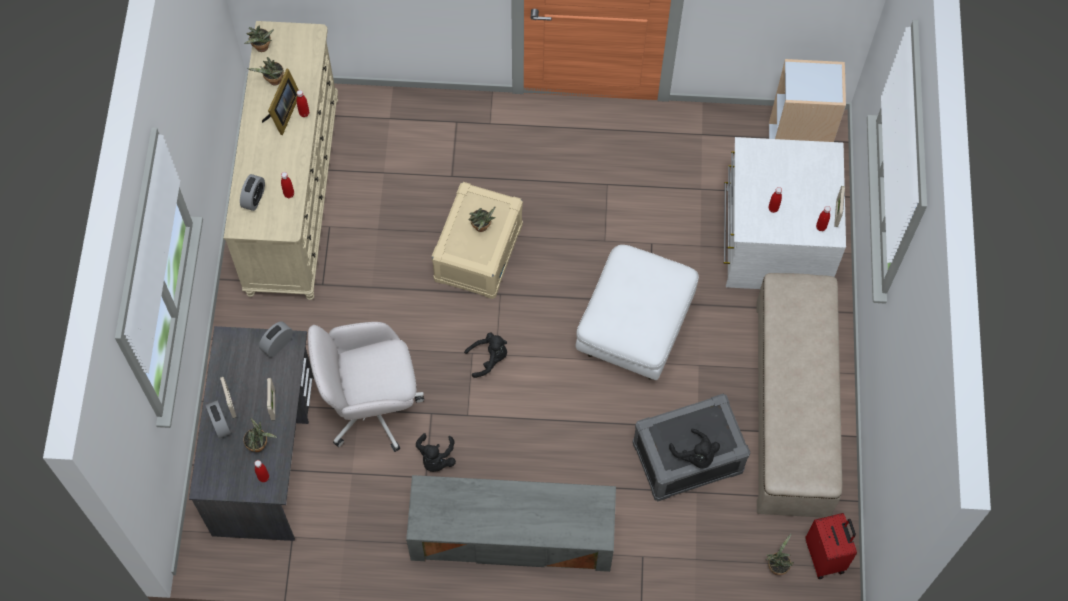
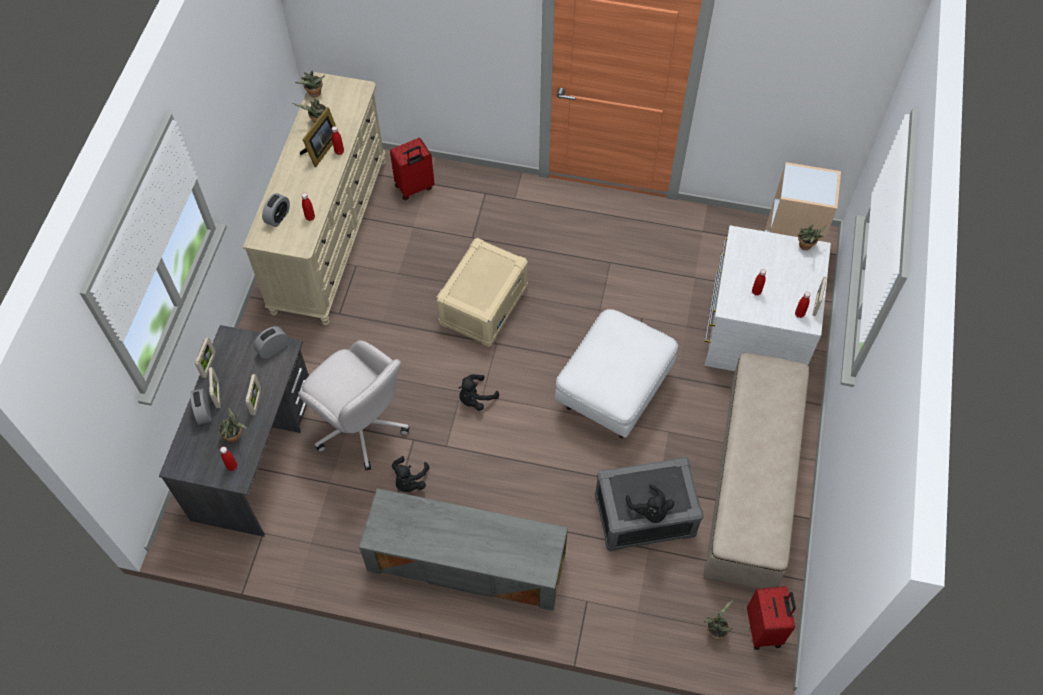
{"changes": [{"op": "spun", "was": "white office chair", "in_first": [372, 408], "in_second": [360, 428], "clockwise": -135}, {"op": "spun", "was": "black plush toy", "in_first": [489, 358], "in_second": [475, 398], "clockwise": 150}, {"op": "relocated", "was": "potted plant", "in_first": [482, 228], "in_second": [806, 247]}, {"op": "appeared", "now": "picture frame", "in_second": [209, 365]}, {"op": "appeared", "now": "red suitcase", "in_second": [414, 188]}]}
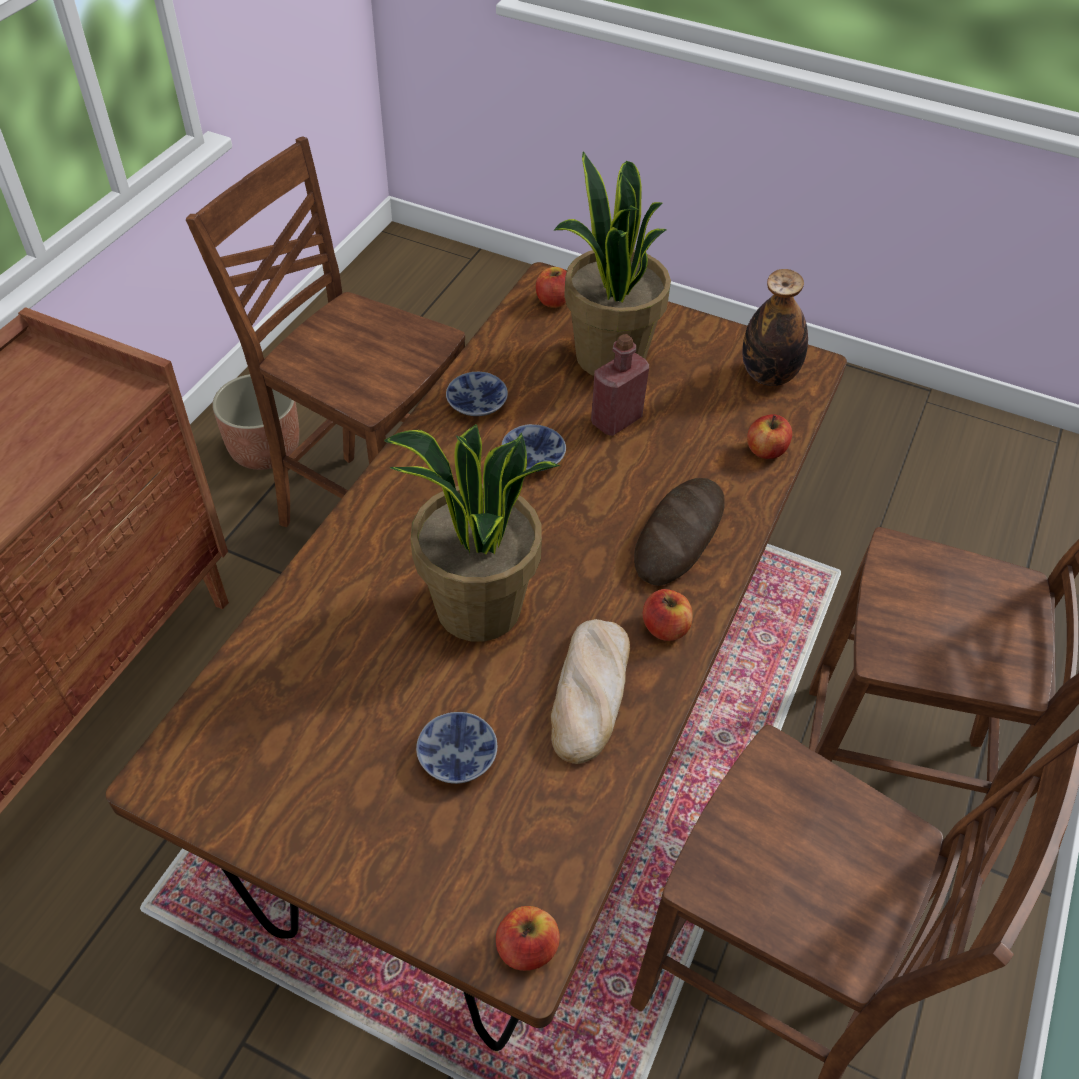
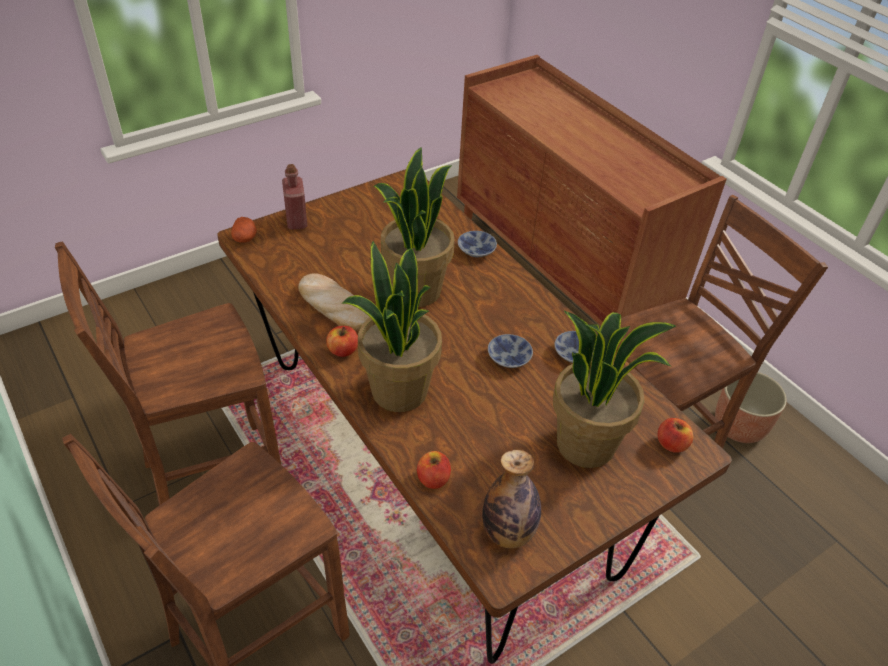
{"changes": [{"op": "relocated", "was": "bowl", "in_first": [460, 756], "in_second": [475, 251]}, {"op": "exchanged", "was": "apple", "now": "potato", "in_first": [526, 948], "in_second": [245, 238]}, {"op": "relocated", "was": "red bottle", "in_first": [616, 420], "in_second": [296, 221]}, {"op": "exchanged", "was": "bread", "now": "potted plant", "in_first": [679, 536], "in_second": [398, 391]}]}
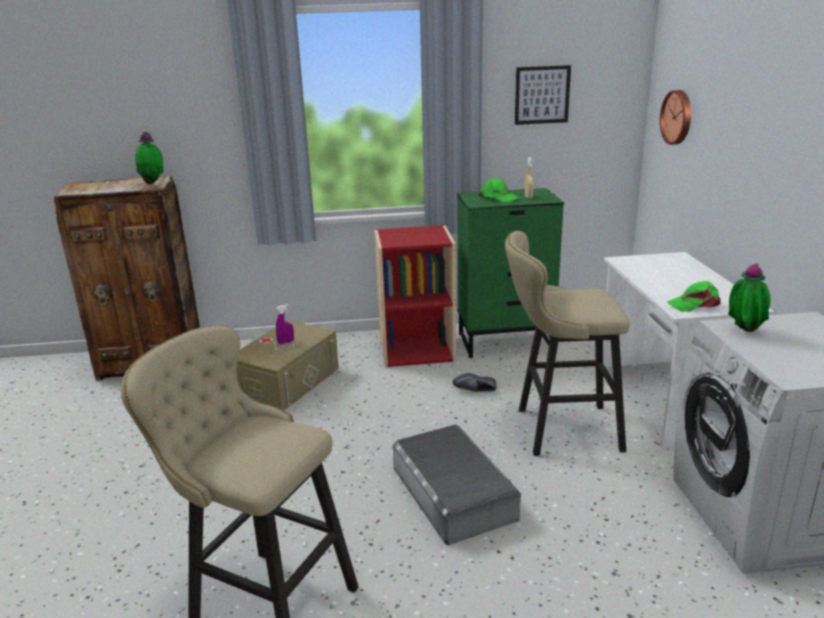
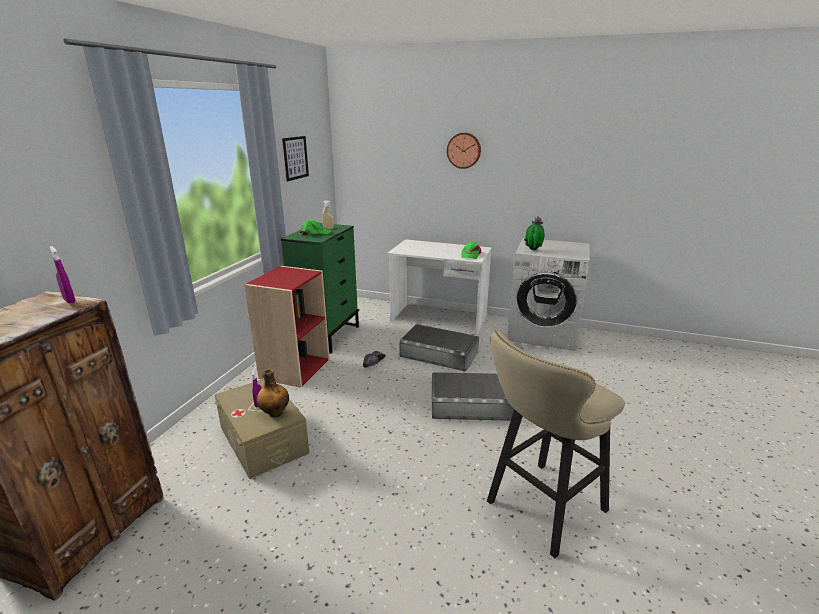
{"changes": [{"op": "exchanged", "was": "potted plant", "now": "purple spray bottle", "in_first": [153, 183], "in_second": [69, 301]}, {"op": "exchanged", "was": "beige stool", "now": "grey storage box", "in_first": [555, 430], "in_second": [439, 354]}, {"op": "relocated", "was": "wall clock", "in_first": [678, 117], "in_second": [464, 150]}, {"op": "appeared", "now": "bottle", "in_second": [275, 413]}]}
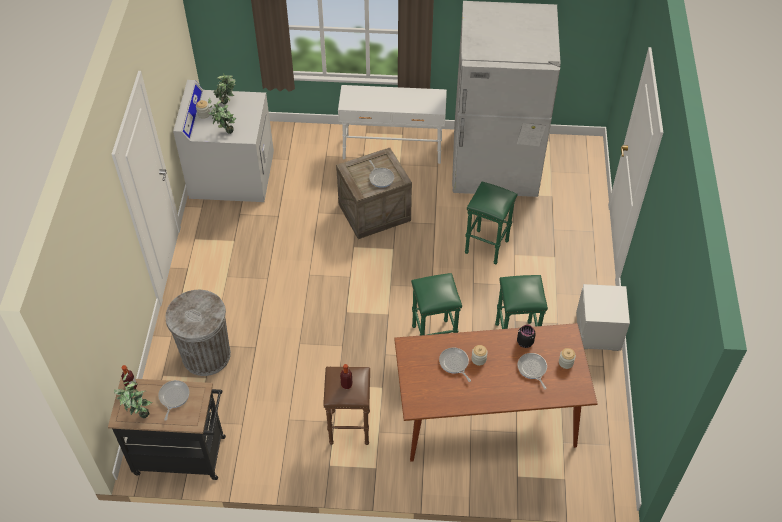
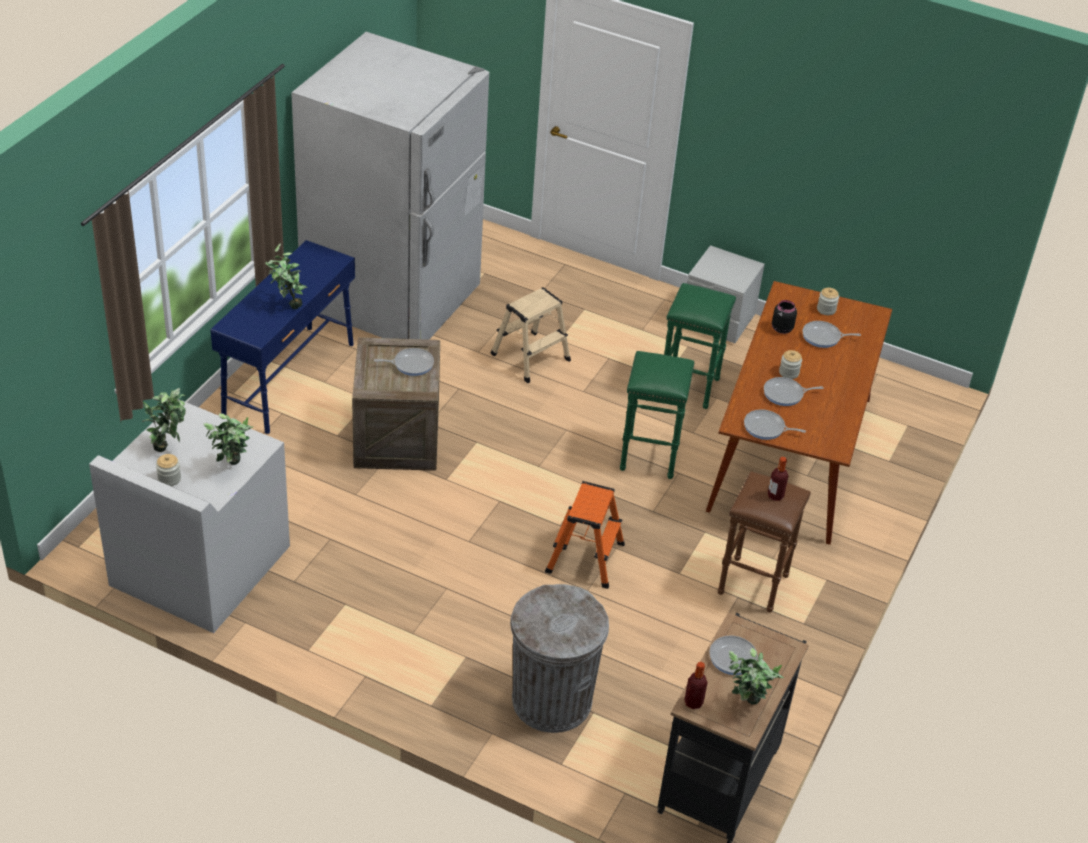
{"changes": [{"op": "colour", "was": "white console table", "now": "blue console table", "in_first": [392, 150], "in_second": [290, 379]}, {"op": "exchanged", "was": "green stool", "now": "beige step ladder", "in_first": [487, 246], "in_second": [530, 356]}, {"op": "appeared", "now": "potted plant", "in_second": [288, 305]}, {"op": "appeared", "now": "orange step ladder", "in_second": [585, 557]}, {"op": "appeared", "now": "frying pan", "in_second": [766, 428]}]}
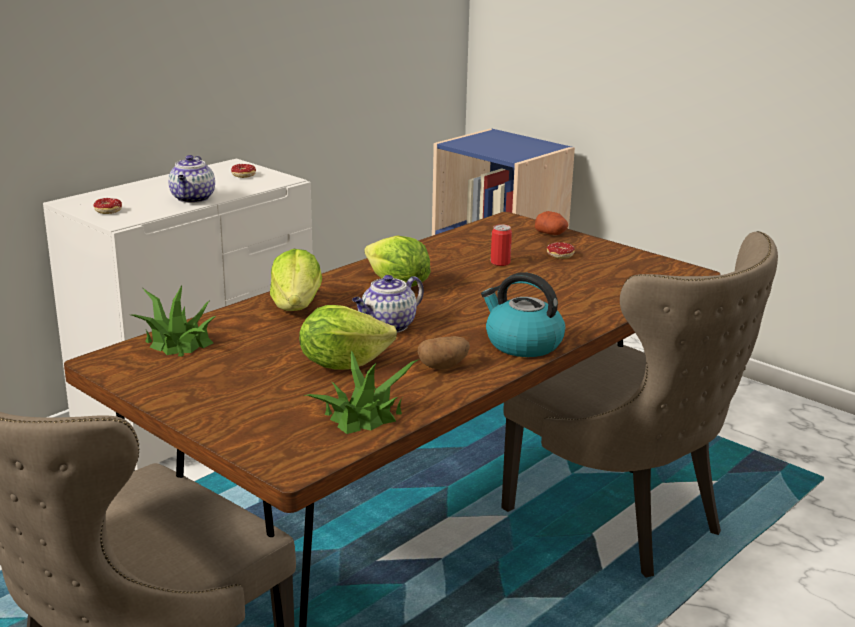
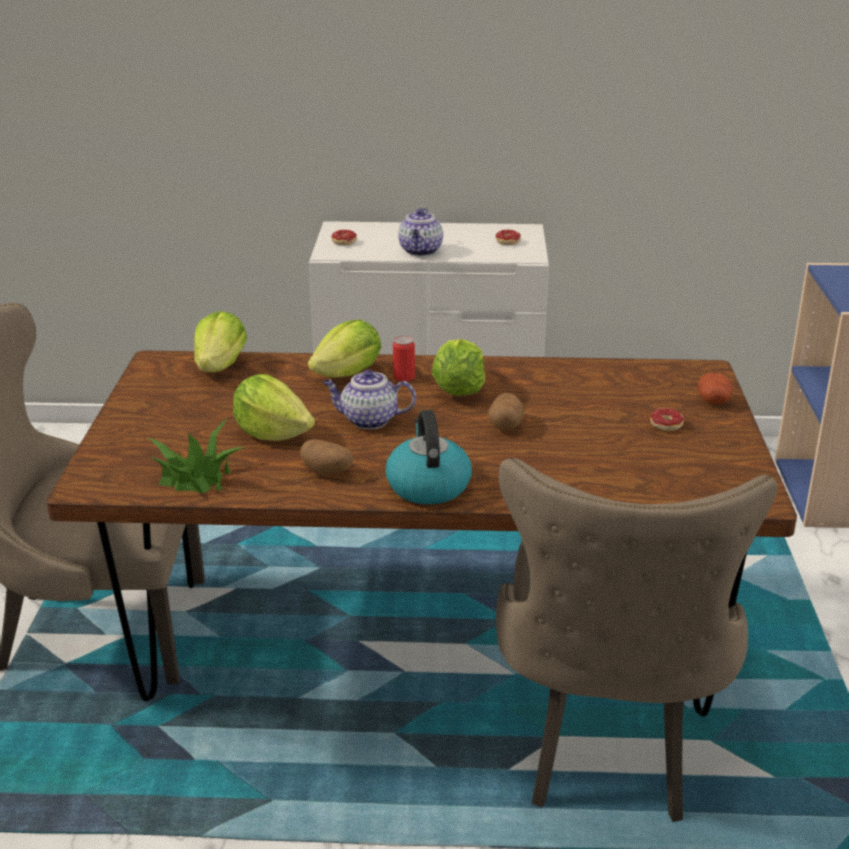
{"changes": [{"op": "exchanged", "was": "potted plant", "now": "lettuce", "in_first": [178, 342], "in_second": [220, 367]}, {"op": "spun", "was": "teapot", "in_first": [193, 199], "in_second": [421, 251], "clockwise": -45}, {"op": "relocated", "was": "can", "in_first": [500, 262], "in_second": [404, 377]}, {"op": "appeared", "now": "potato", "in_second": [505, 425]}]}
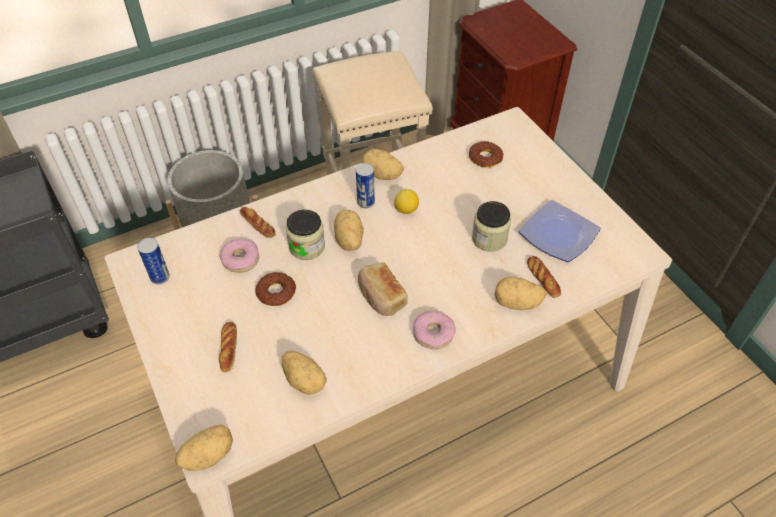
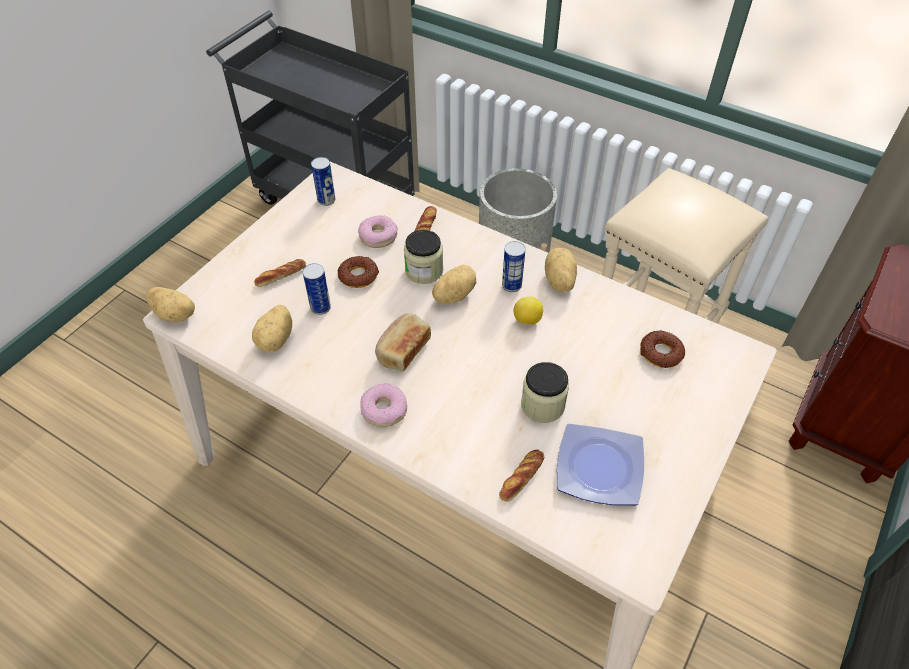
{"changes": [{"op": "missing", "was": "potato", "in_first": [517, 303]}, {"op": "appeared", "now": "can", "in_second": [320, 308]}]}
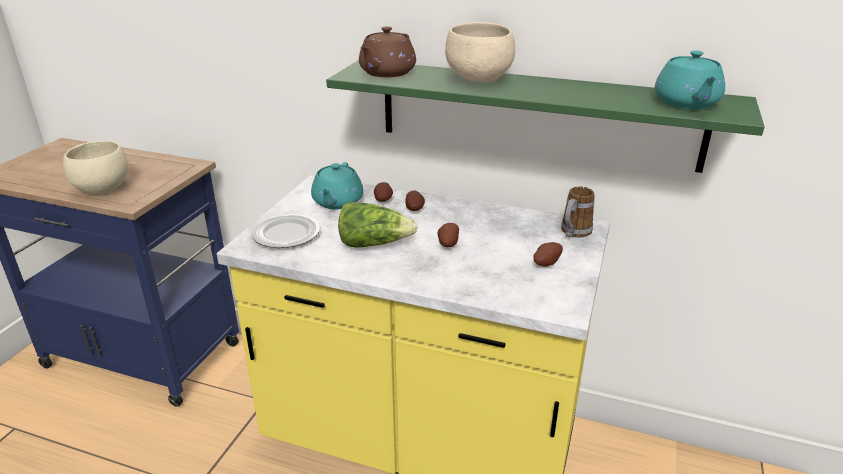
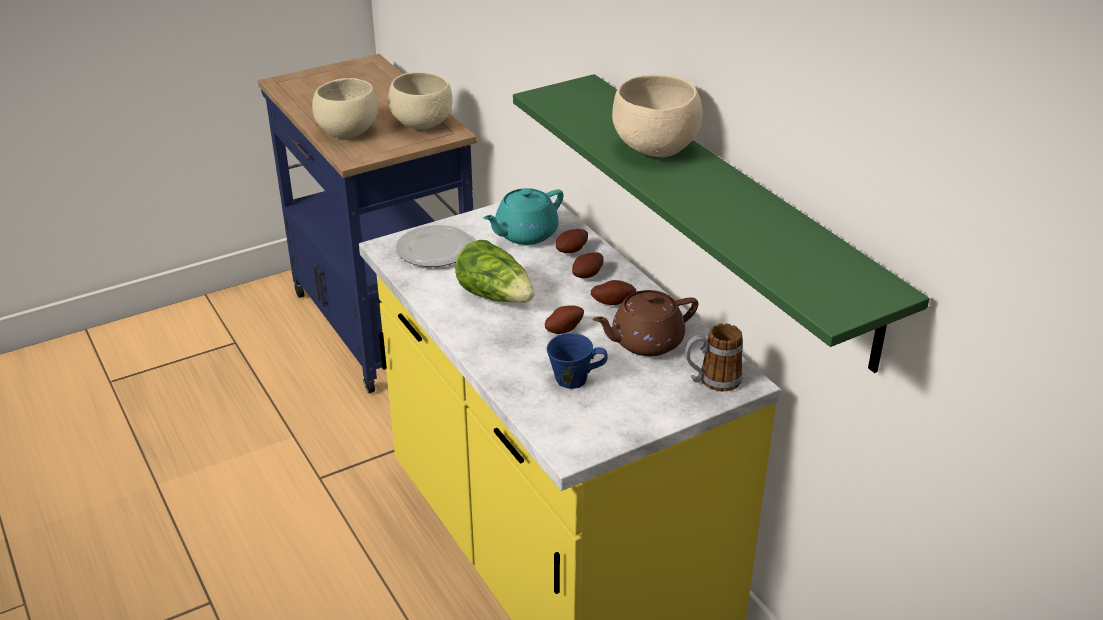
{"changes": [{"op": "relocated", "was": "brown teapot", "in_first": [386, 73], "in_second": [645, 342]}, {"op": "relocated", "was": "potato", "in_first": [546, 262], "in_second": [612, 301]}, {"op": "missing", "was": "turquoise teapot", "in_first": [686, 103]}, {"op": "appeared", "now": "beige bowl", "in_second": [423, 124]}, {"op": "appeared", "now": "blue mug", "in_second": [574, 379]}]}
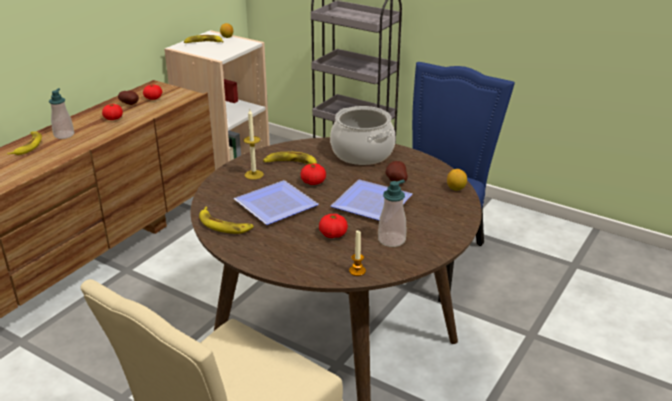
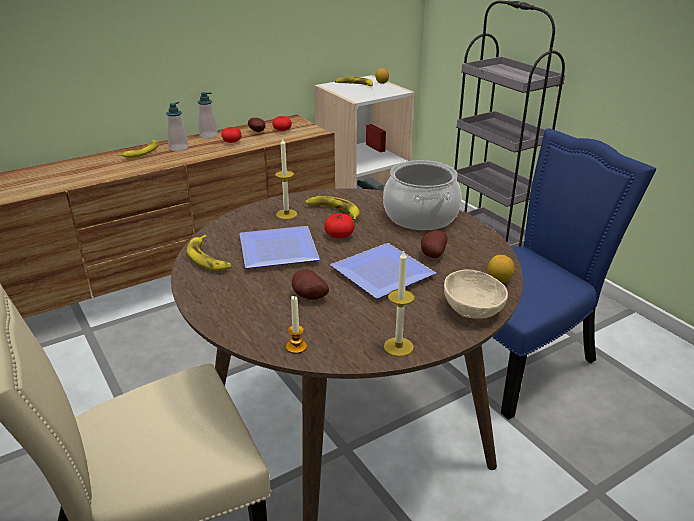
{"changes": [{"op": "exchanged", "was": "tomato", "now": "potato", "in_first": [333, 234], "in_second": [308, 297]}, {"op": "relocated", "was": "soap dispenser", "in_first": [391, 240], "in_second": [208, 135]}, {"op": "appeared", "now": "candle", "in_second": [398, 346]}, {"op": "appeared", "now": "beige bowl", "in_second": [474, 309]}]}
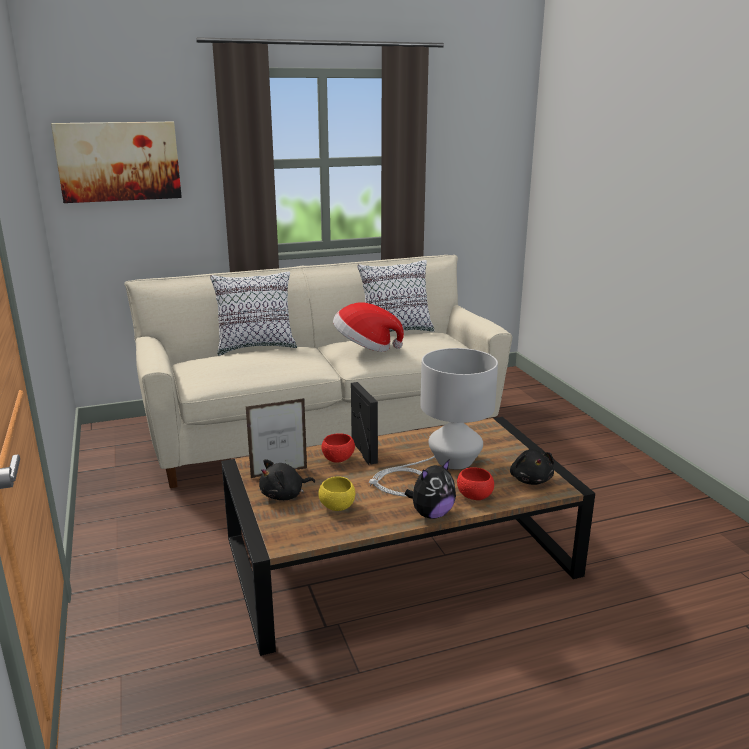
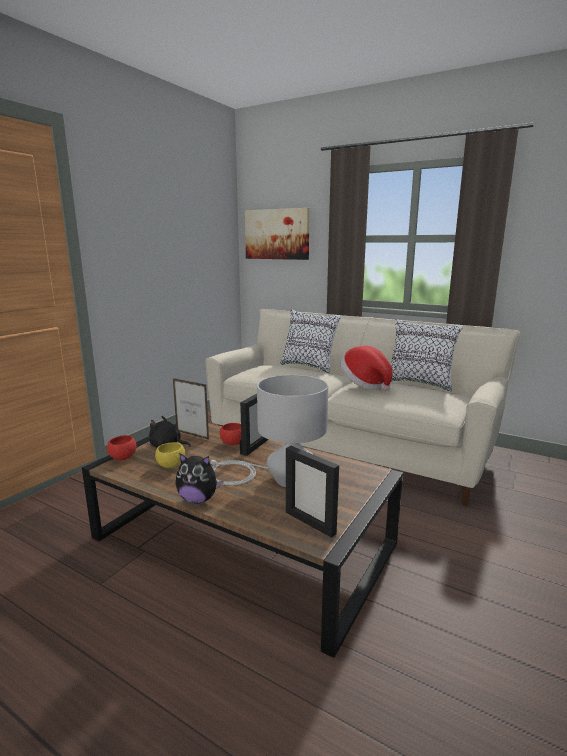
{"changes": [{"op": "relocated", "was": "red bowl", "in_first": [474, 496], "in_second": [123, 457]}, {"op": "exchanged", "was": "black plush toy", "now": "picture frame", "in_first": [530, 479], "in_second": [311, 522]}]}
